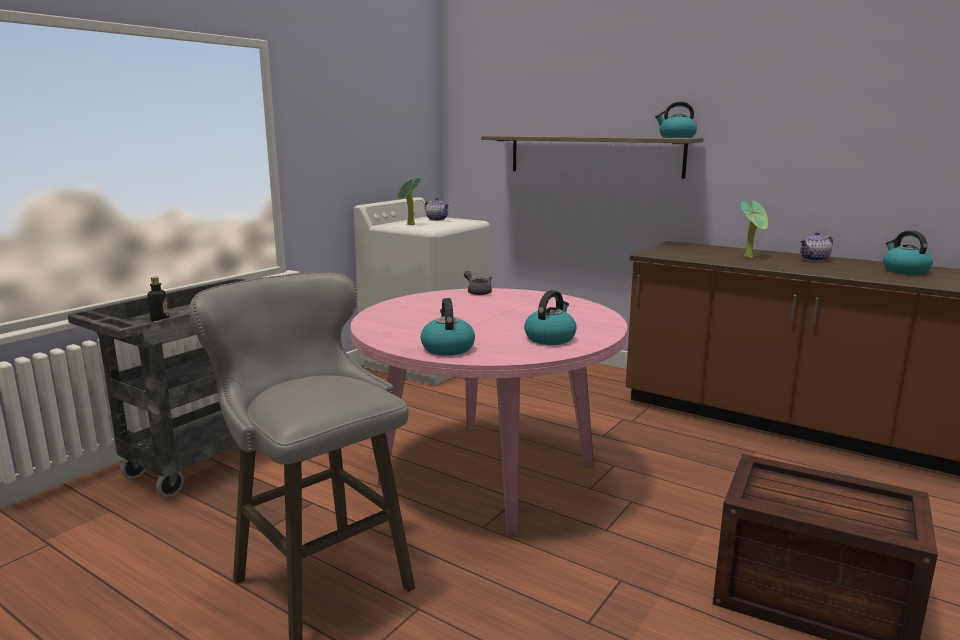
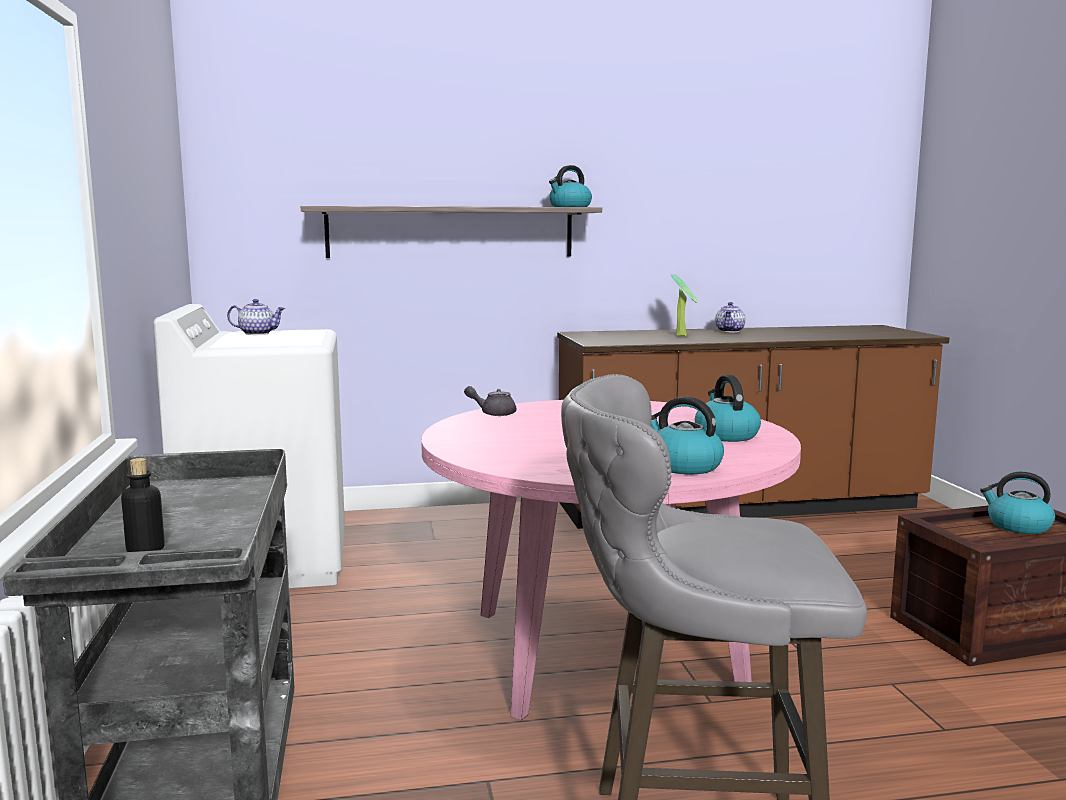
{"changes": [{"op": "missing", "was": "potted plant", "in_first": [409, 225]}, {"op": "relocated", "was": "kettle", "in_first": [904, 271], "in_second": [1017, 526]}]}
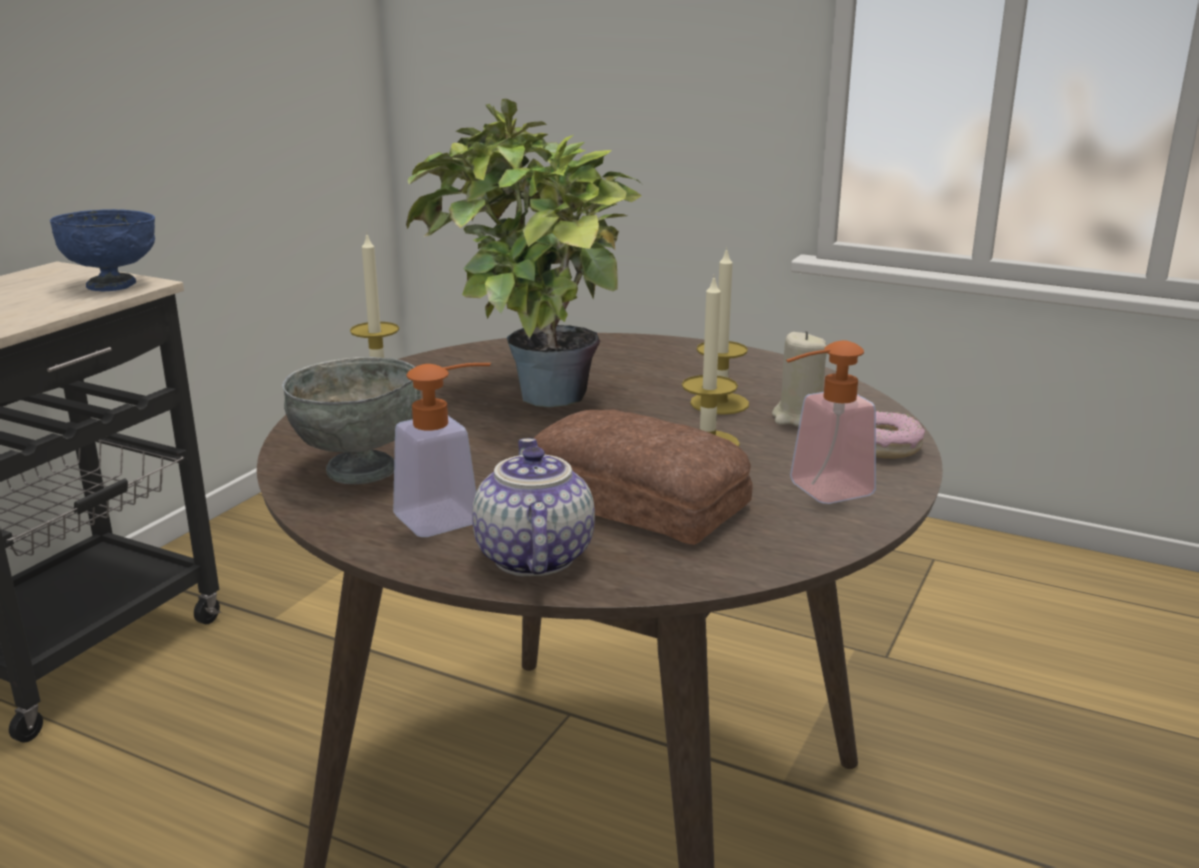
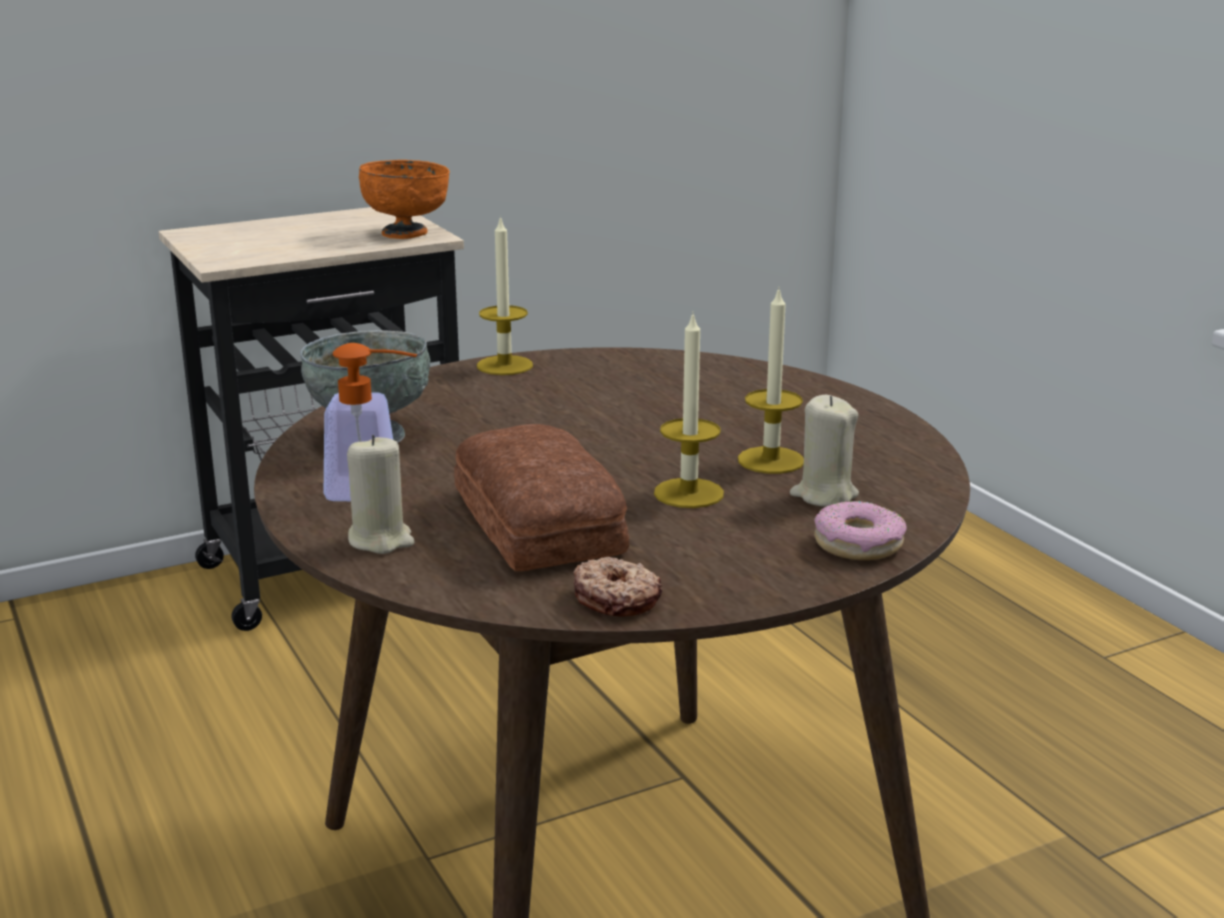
{"changes": [{"op": "colour", "was": "blue bowl", "now": "orange bowl", "in_first": [113, 285], "in_second": [406, 233]}, {"op": "missing", "was": "potted plant", "in_first": [532, 398]}, {"op": "exchanged", "was": "teapot", "now": "beige candle", "in_first": [531, 557], "in_second": [381, 540]}, {"op": "missing", "was": "soap dispenser", "in_first": [819, 492]}, {"op": "appeared", "now": "donut", "in_second": [616, 599]}]}
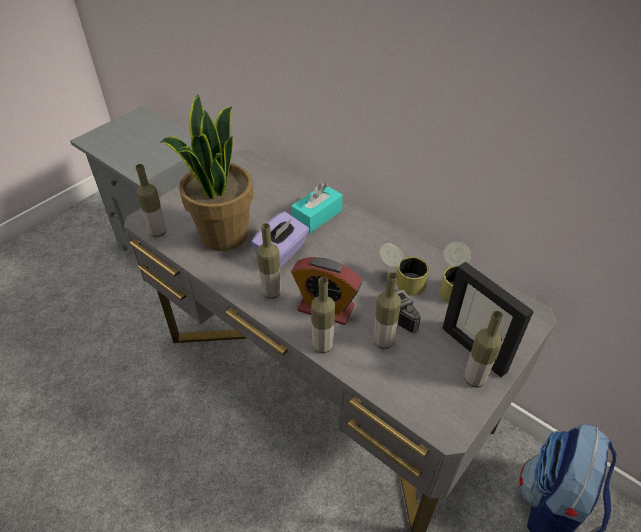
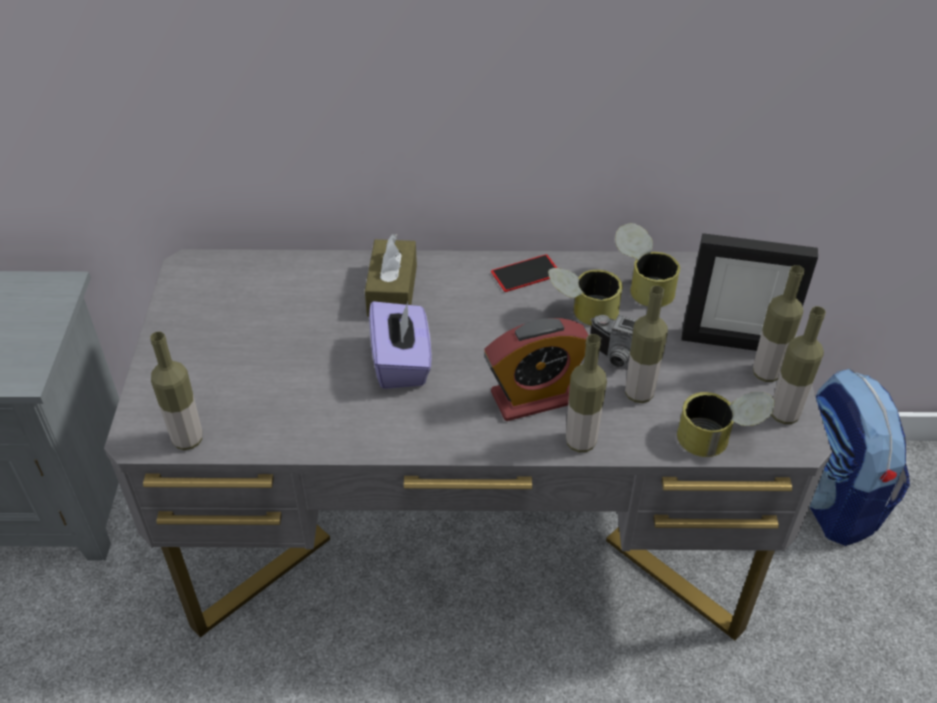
{"changes": [{"op": "missing", "was": "potted plant", "in_first": [223, 234]}, {"op": "relocated", "was": "bottle", "in_first": [271, 292], "in_second": [784, 414]}, {"op": "colour", "was": "turquoise tissue box", "now": "brown tissue box", "in_first": [317, 216], "in_second": [392, 291]}, {"op": "appeared", "now": "phone", "in_second": [526, 273]}, {"op": "appeared", "now": "can", "in_second": [719, 439]}]}
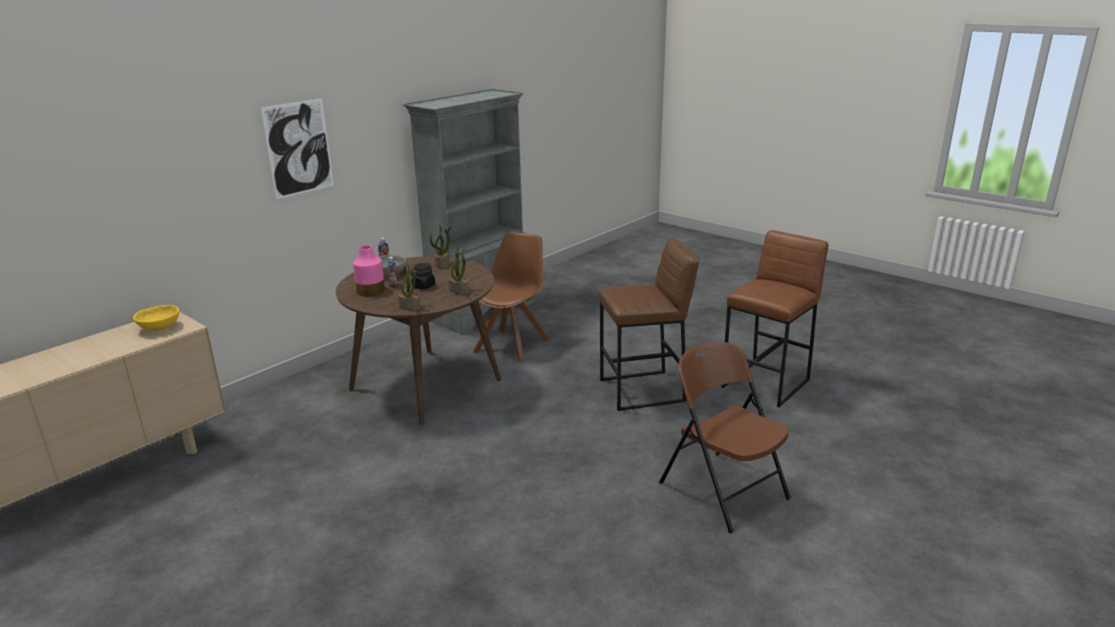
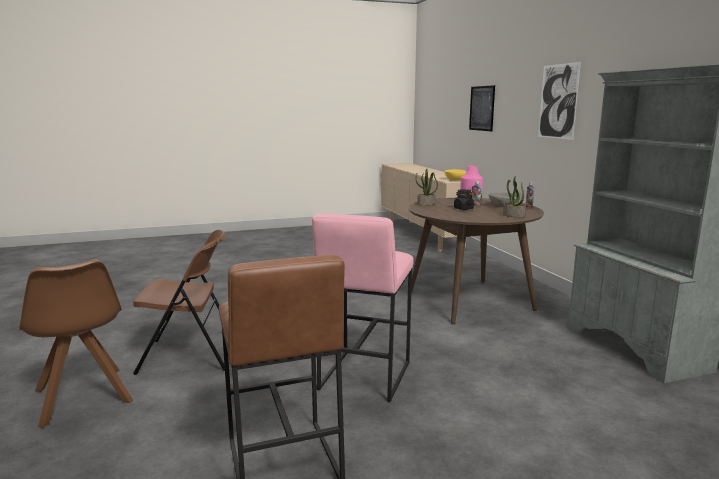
{"changes": [{"op": "missing", "was": "potted plant", "in_first": [459, 290]}, {"op": "relocated", "was": "brown chair", "in_first": [513, 344], "in_second": [83, 398]}, {"op": "colour", "was": "brown stool", "now": "pink stool", "in_first": [643, 390], "in_second": [364, 376]}, {"op": "appeared", "now": "picture", "in_second": [482, 108]}]}
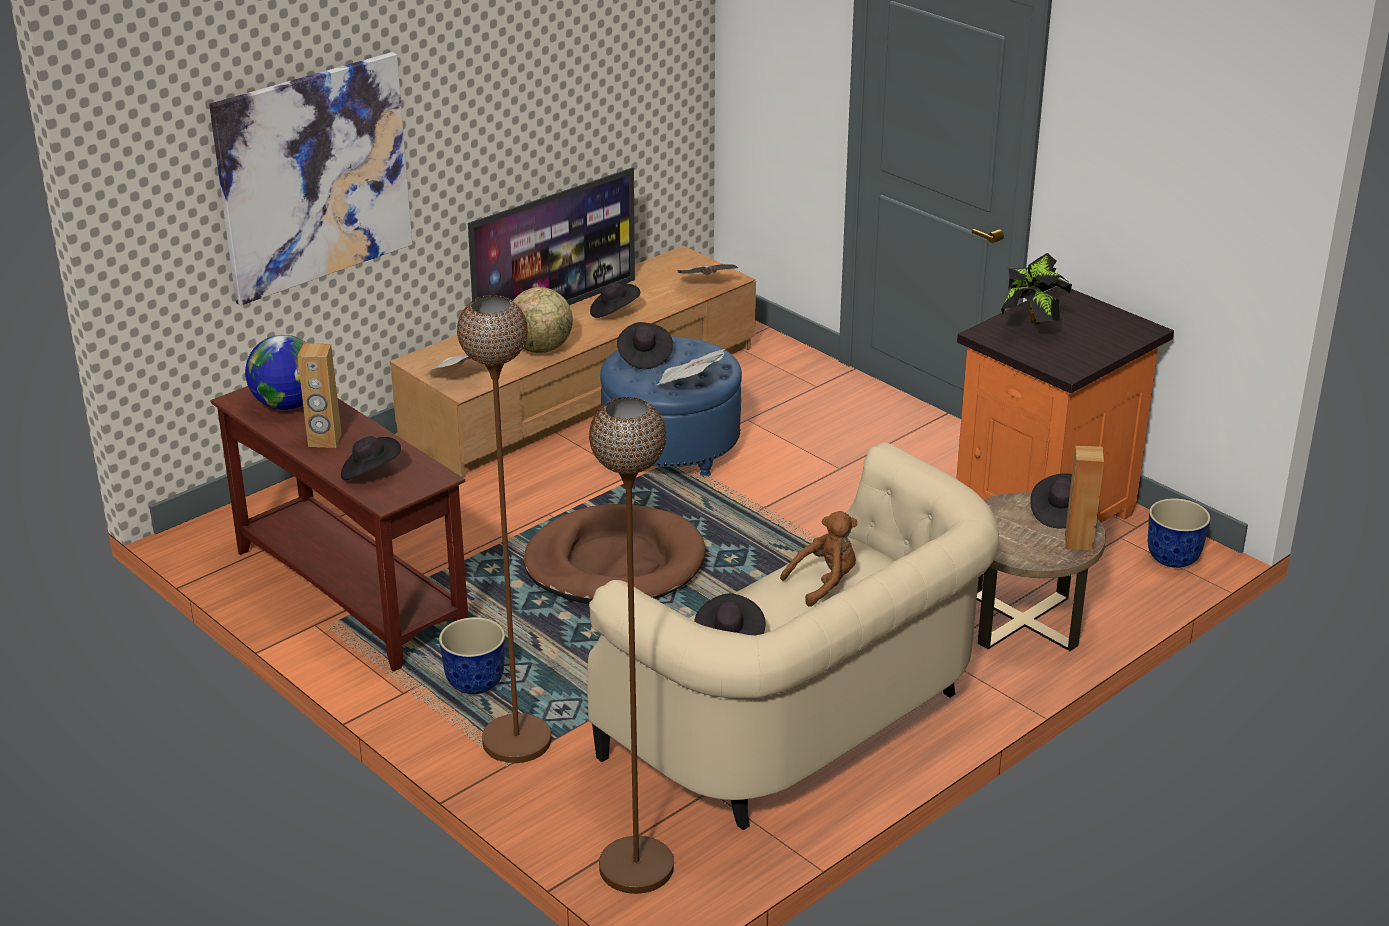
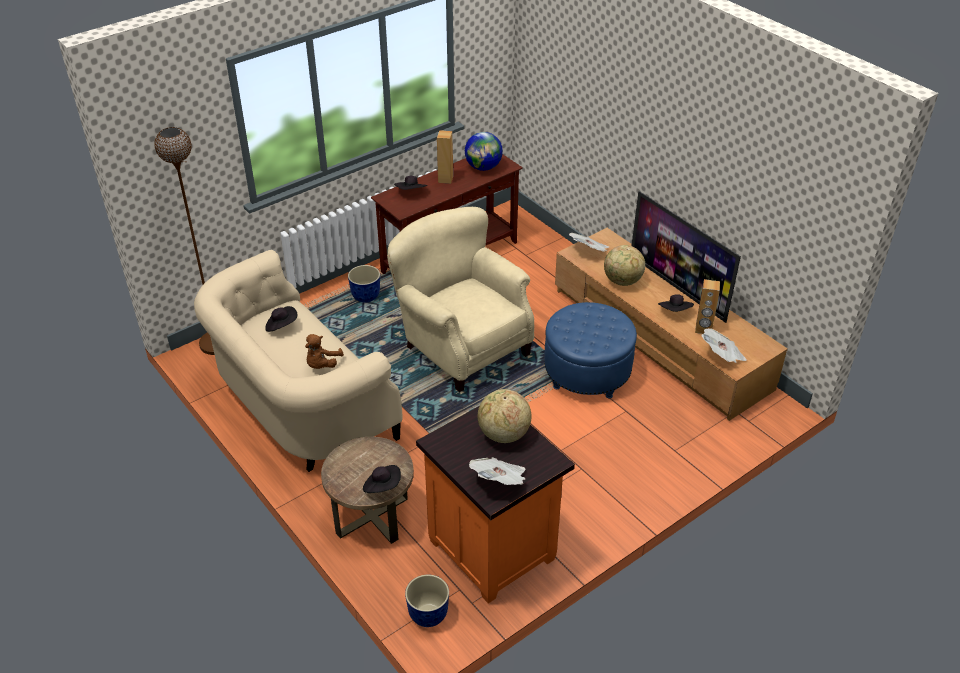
{"changes": [{"op": "missing", "was": "picture", "in_first": [314, 176]}, {"op": "missing", "was": "brown floor lamp", "in_first": [516, 741]}, {"op": "exchanged", "was": "brown dog bed", "now": "beige armchair", "in_first": [615, 563], "in_second": [462, 345]}, {"op": "missing", "was": "black hat", "in_first": [644, 357]}, {"op": "relocated", "was": "newspaper", "in_first": [689, 384], "in_second": [500, 481]}, {"op": "spun", "was": "brown plush toy", "in_first": [824, 583], "in_second": [322, 365], "clockwise": 45}, {"op": "exchanged", "was": "potted plant", "now": "globe", "in_first": [1031, 326], "in_second": [503, 434]}, {"op": "relocated", "was": "brown speaker", "in_first": [1079, 542], "in_second": [703, 329]}]}
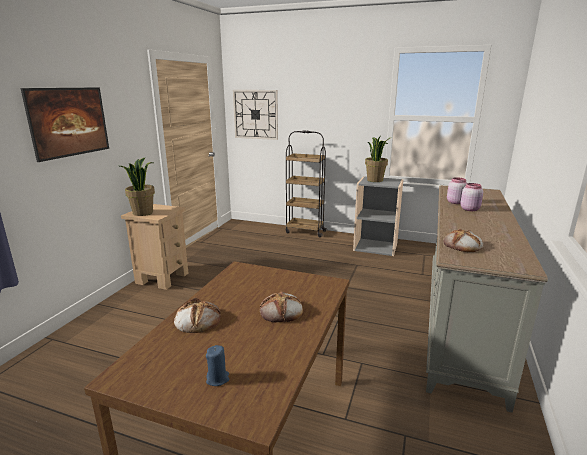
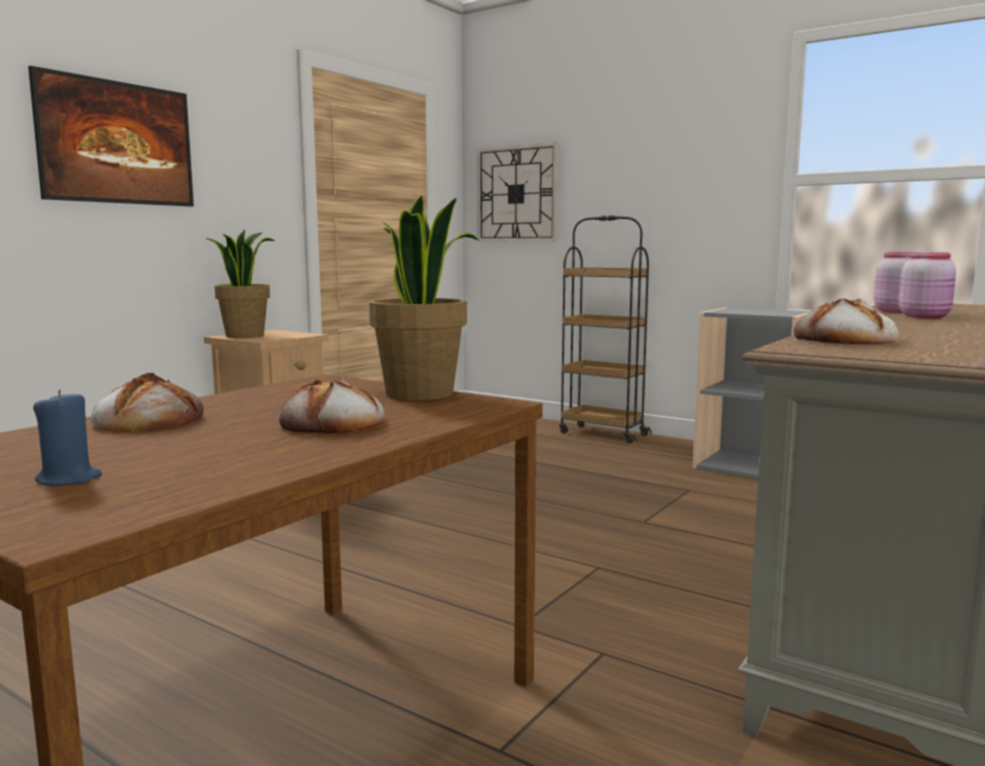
{"changes": [{"op": "relocated", "was": "potted plant", "in_first": [375, 180], "in_second": [421, 394]}]}
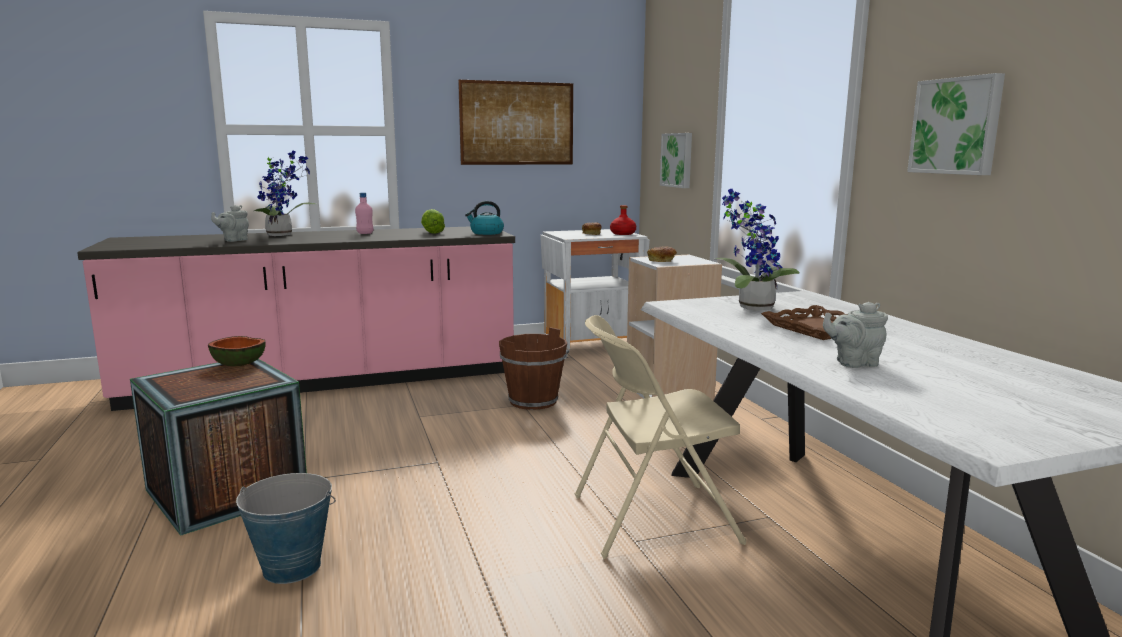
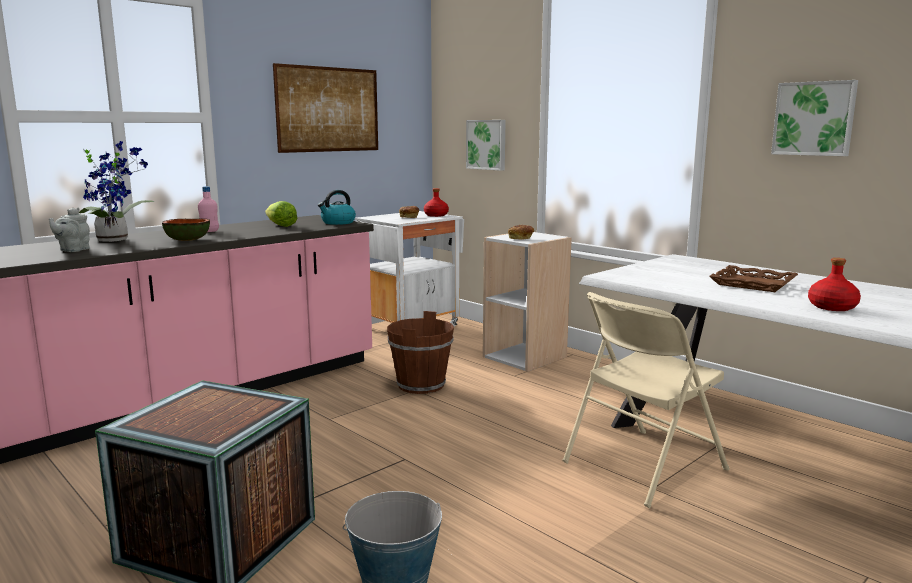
{"changes": [{"op": "relocated", "was": "bowl", "in_first": [239, 364], "in_second": [188, 240]}, {"op": "missing", "was": "potted plant", "in_first": [751, 307]}, {"op": "exchanged", "was": "grey teapot", "now": "red bottle", "in_first": [853, 363], "in_second": [832, 307]}]}
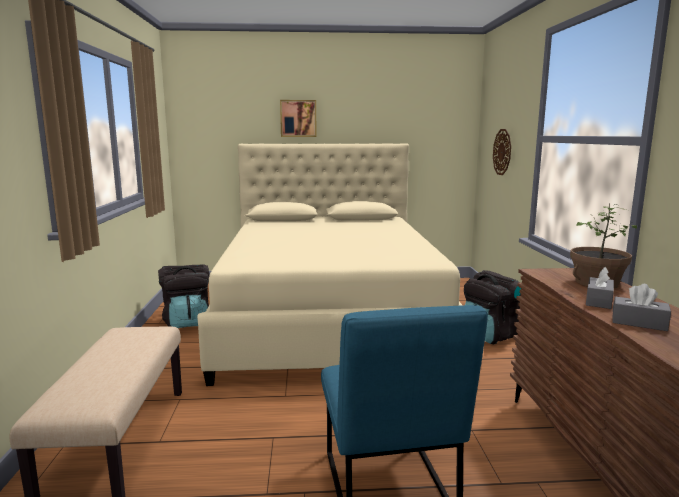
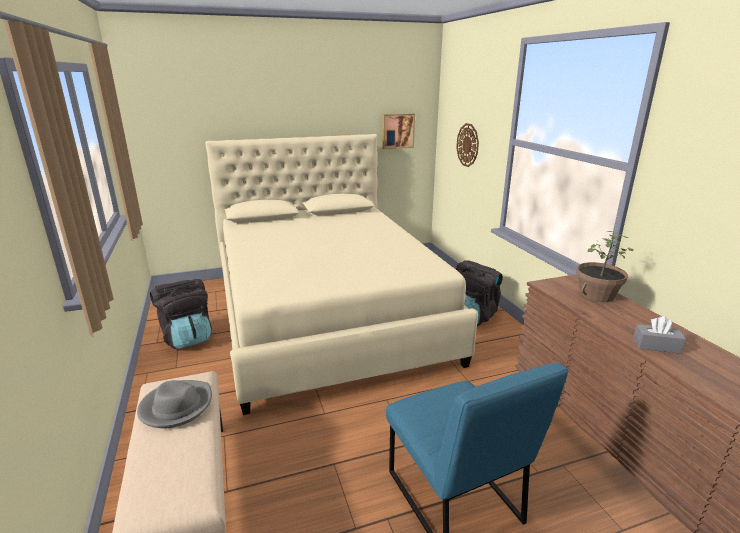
{"changes": [{"op": "relocated", "was": "picture", "in_first": [298, 118], "in_second": [397, 131]}, {"op": "missing", "was": "grey tissue box", "in_first": [598, 301]}, {"op": "appeared", "now": "grey hat", "in_second": [176, 406]}]}
